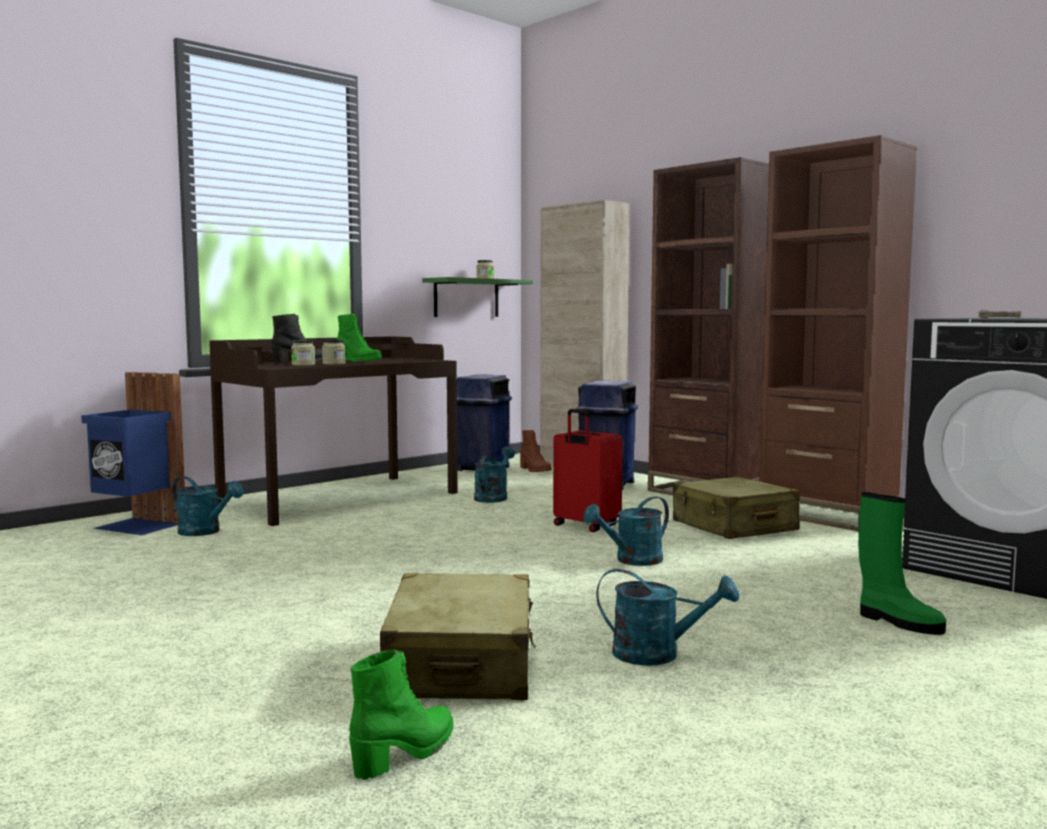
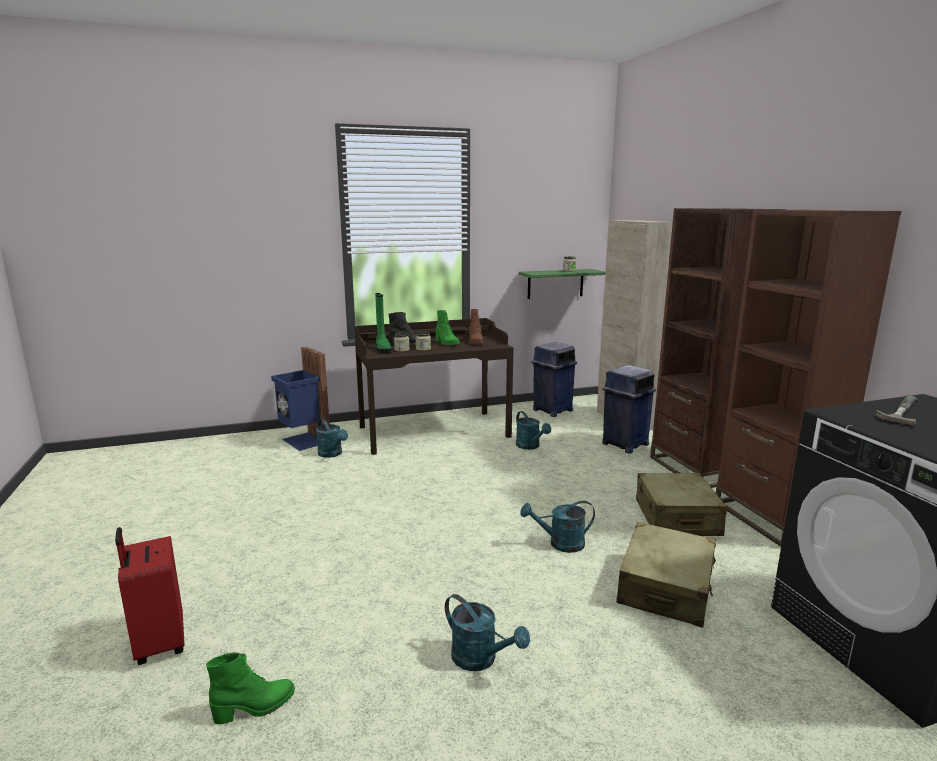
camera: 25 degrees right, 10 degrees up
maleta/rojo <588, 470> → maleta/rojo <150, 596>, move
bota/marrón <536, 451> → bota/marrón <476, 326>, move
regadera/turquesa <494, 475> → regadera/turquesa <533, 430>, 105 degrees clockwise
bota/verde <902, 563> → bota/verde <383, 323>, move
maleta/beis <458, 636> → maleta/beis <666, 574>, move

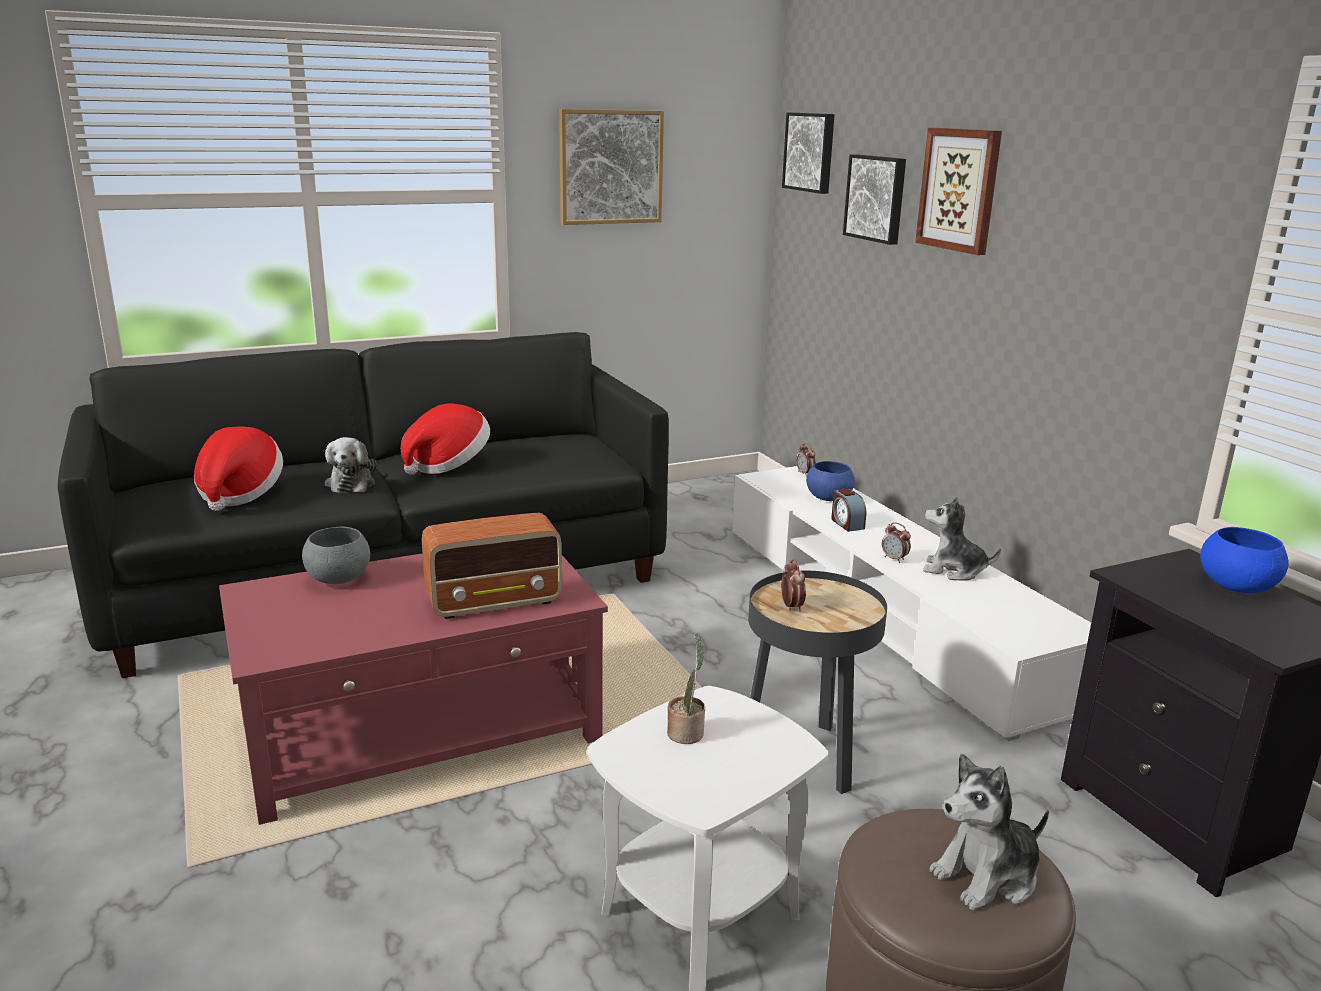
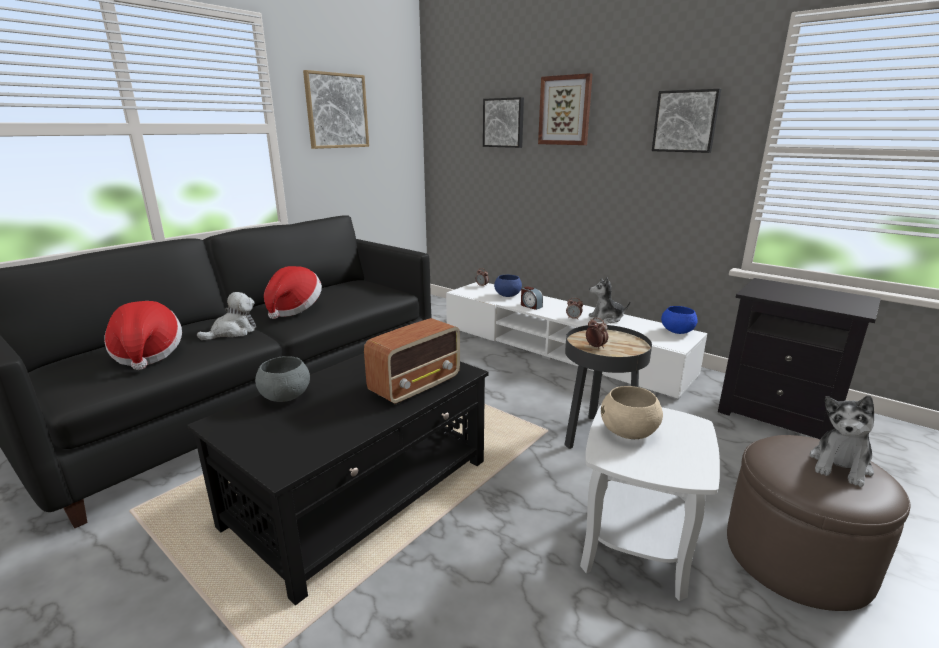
camera: 25 degrees left, 0 degrees up
cuadro <808, 153> → cuadro <686, 121>, move
peluche <351, 465> → peluche <226, 316>, 105 degrees counterclockwise
cuenco/azul <1244, 560> → cuenco/azul <679, 320>, move
mesa de centro/rojo <413, 689> → mesa de centro/negro <338, 479>
planta en maceta <686, 688> → cuenco/beis <632, 412>

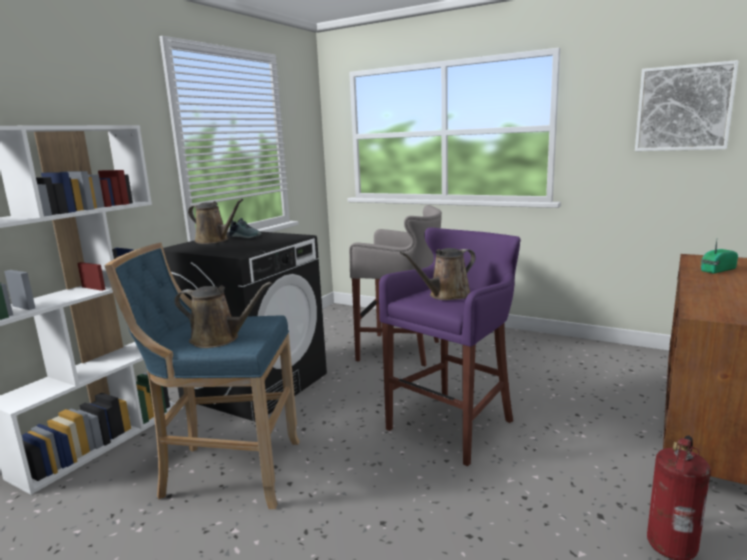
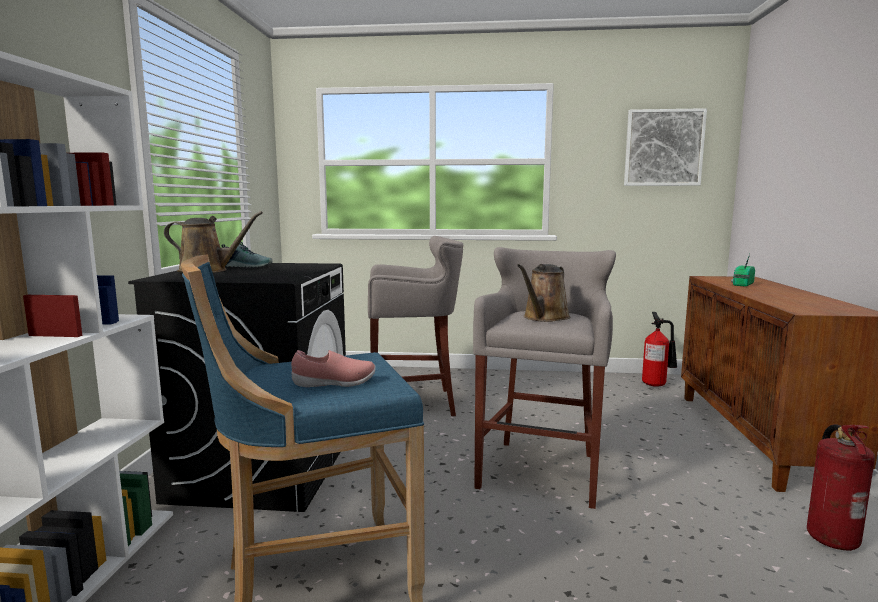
camera: 25 degrees left, 5 degrees down
taburete/morado <450, 347> → taburete/gris <544, 378>
regadera/marrón <223, 315> → zapato/rosa <333, 368>
- → extintor <659, 349>

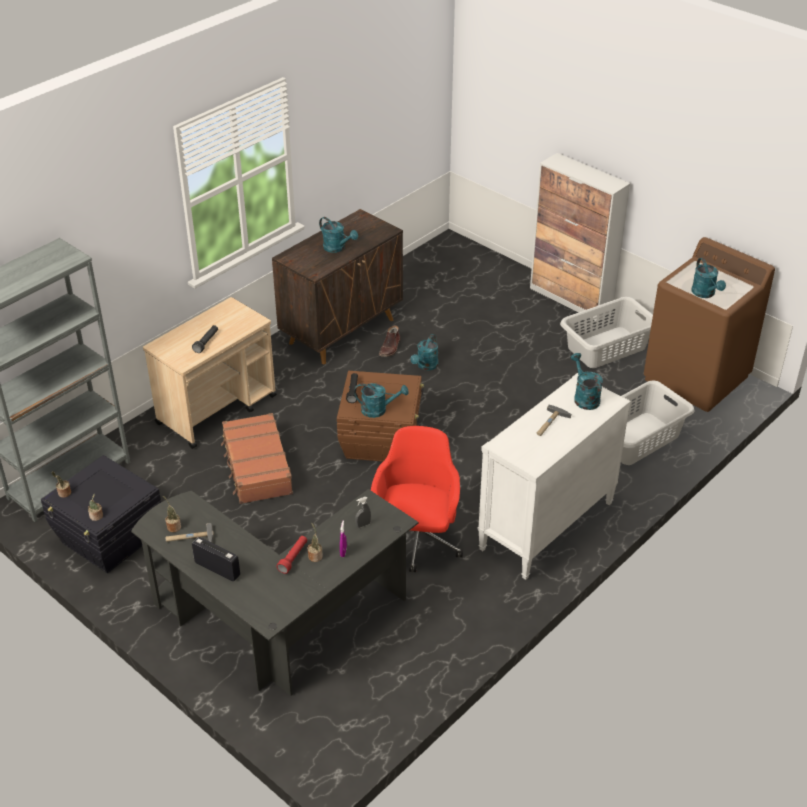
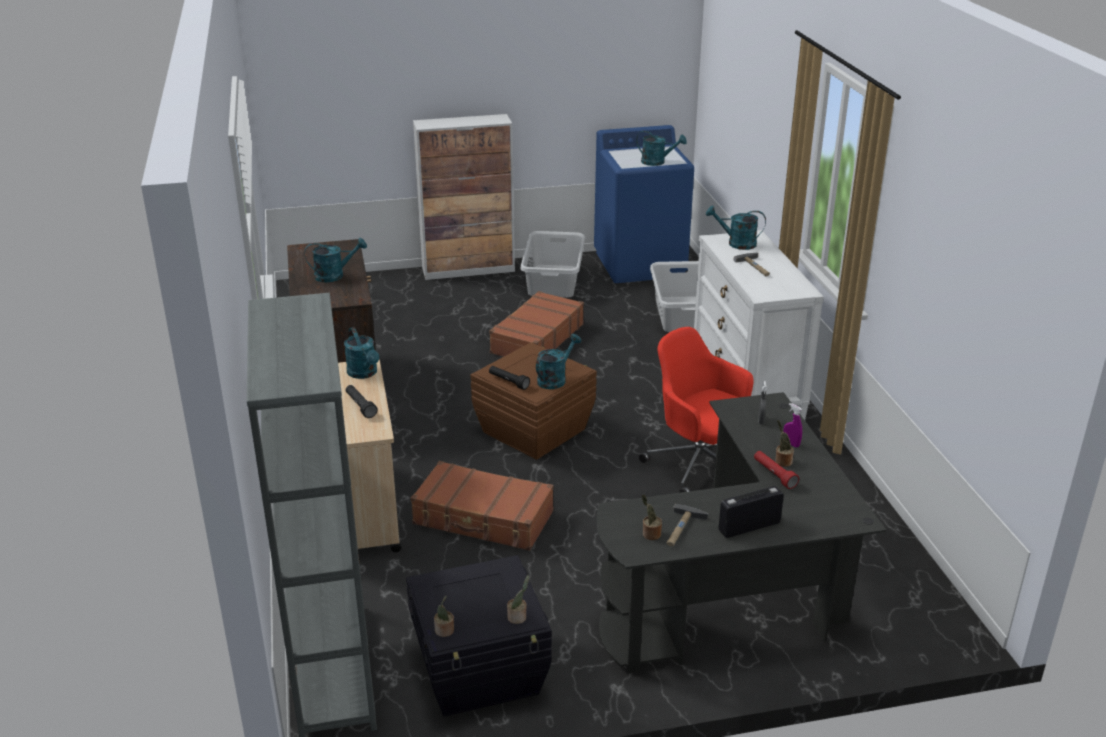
camera: 55 degrees left, 10 degrees down
lavadora/marrón <709, 324> → lavadora/azul <644, 204>
bota/marrón <390, 341> → -
regadera/turquesa <424, 352> → regadera/turquesa <361, 353>, move
- → maleta/marrón <536, 324>

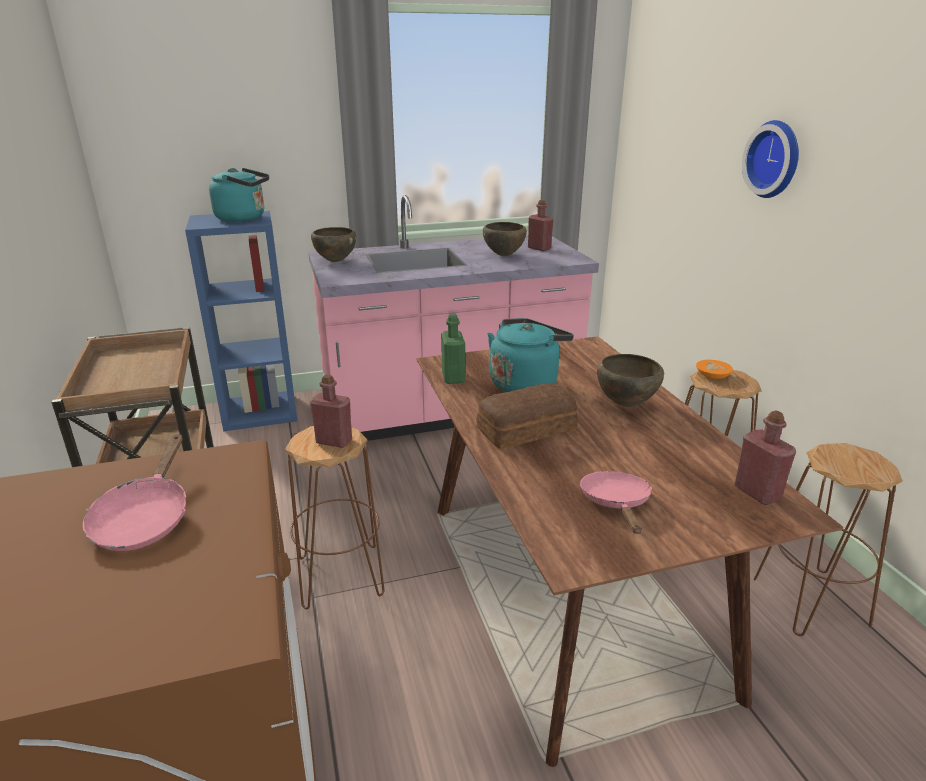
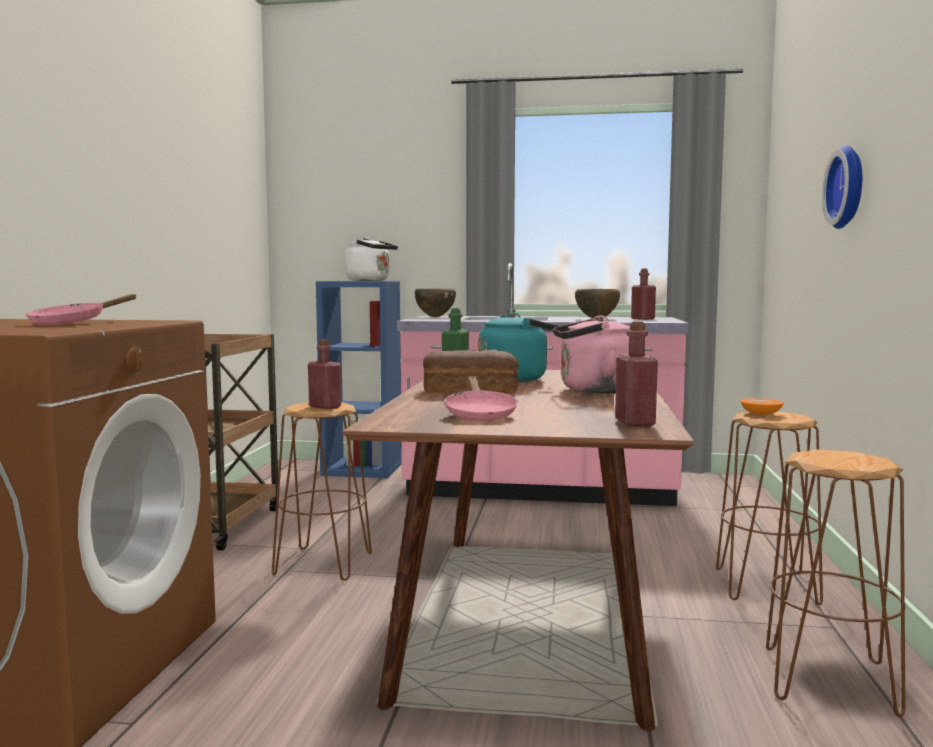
camera: 25 degrees right, 20 degrees down
hervidor/turquesa <239, 195> → hervidor/blanco <371, 259>
cuenco/marrón <630, 380> → hervidor/rosa <591, 354>
sartén/rosa <615, 502> → sartén/rosa <481, 398>, 150 degrees clockwise

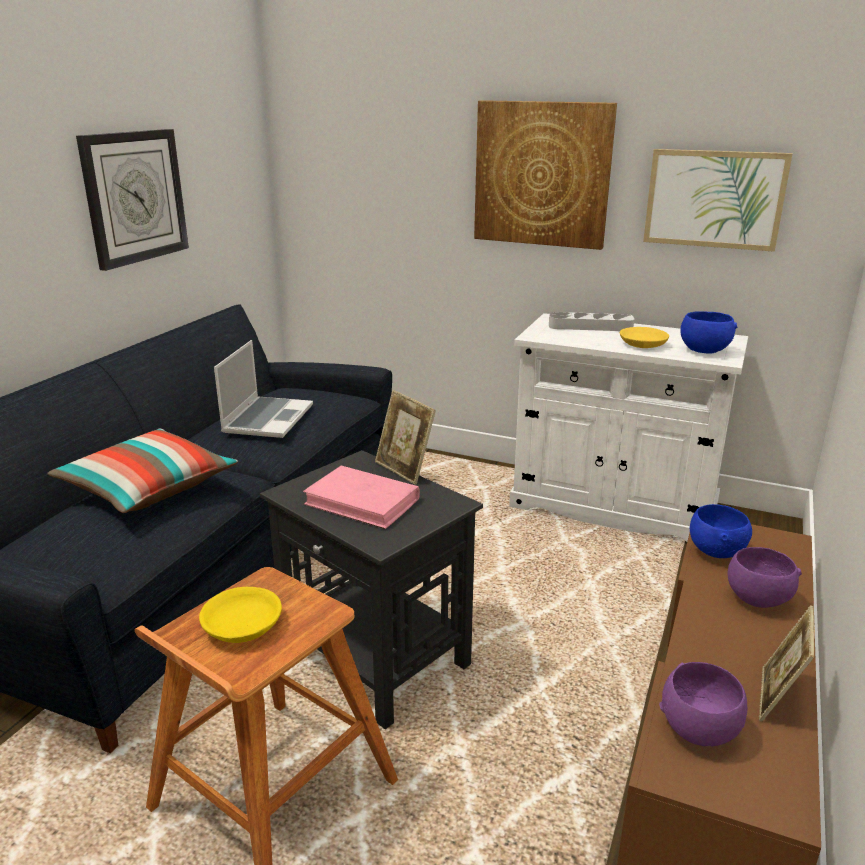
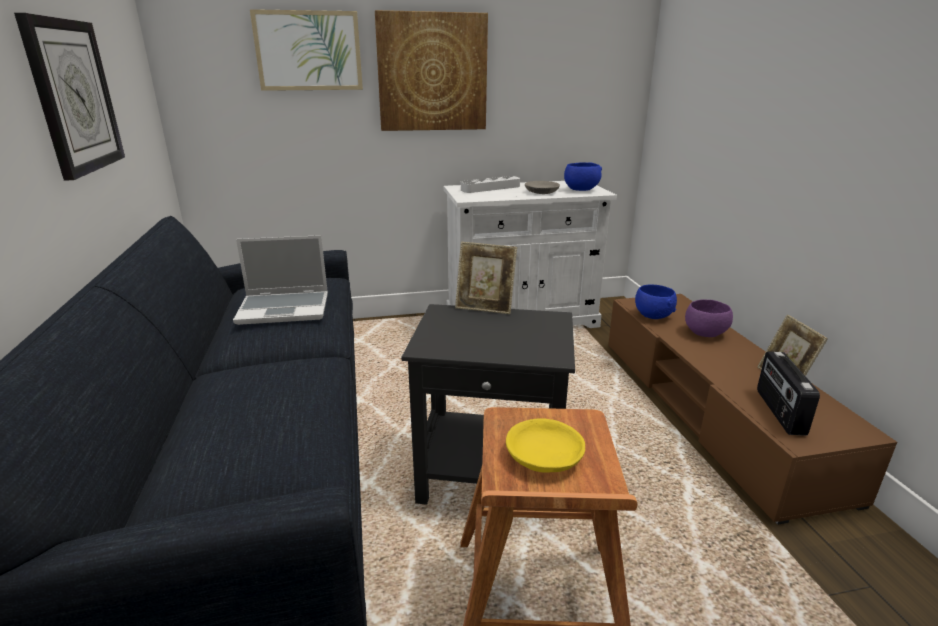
camera: 35 degrees left, 0 degrees up
cuadro <718, 200> → cuadro <306, 50>, move
cuenco/amarillo <644, 337> → cuenco/gris <542, 187>
portátil <263, 389> → portátil <280, 280>, 105 degrees clockwise
cojín <142, 471> → -
libro/rosa <361, 497> → -
cuenco/morado <703, 704> → radio <788, 393>

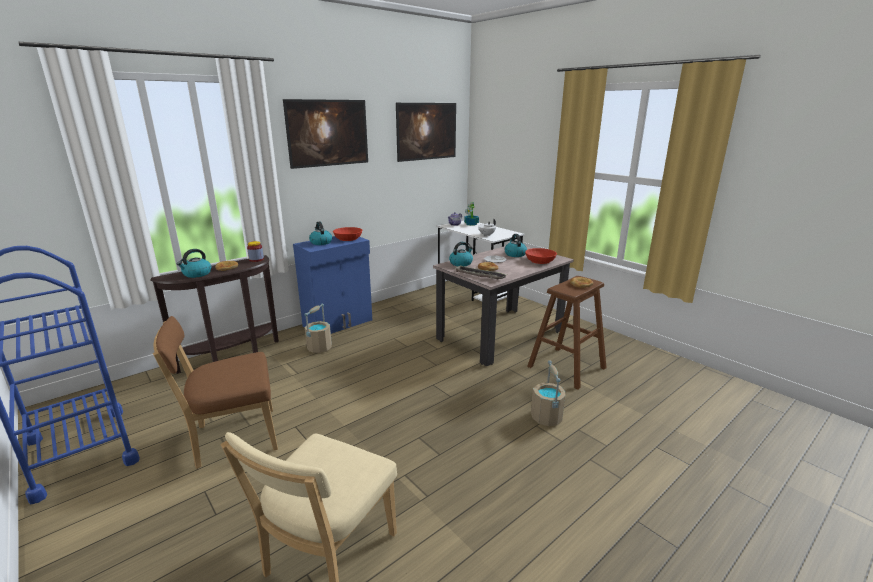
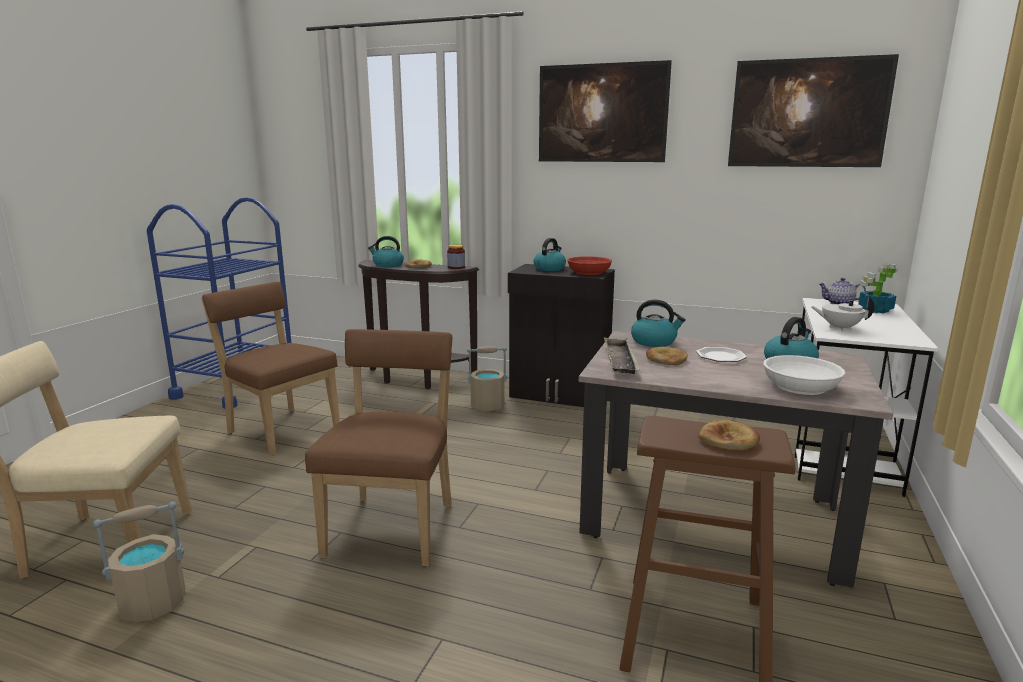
camera: 60 degrees right, 5 degrees down
armario/azul <332, 285> → armario/negro <561, 335>
cuenco/rojo <541, 256> → cuenco/blanco <804, 375>
cubo/beis <548, 393> → cubo/beis <139, 562>, move
- → silla/marrón <378, 447>

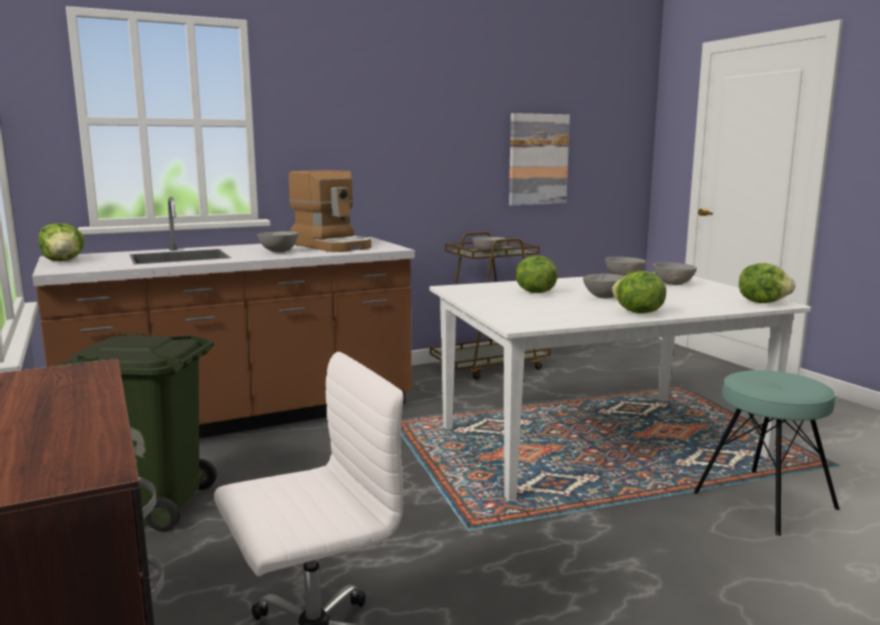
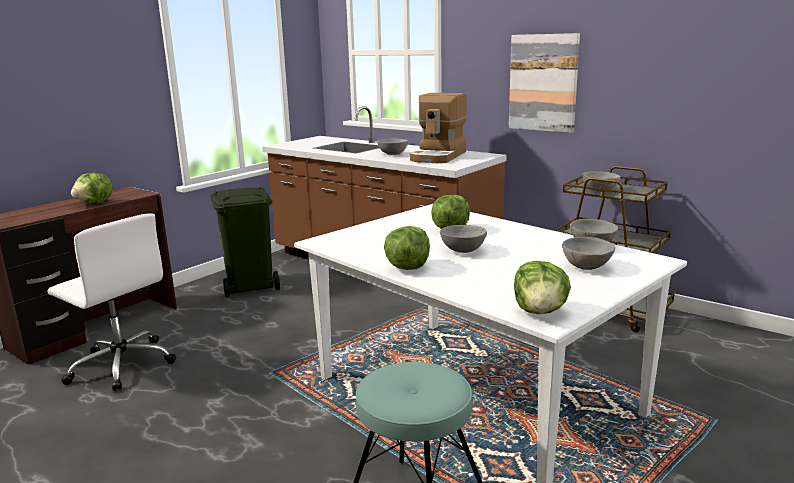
camera: 65 degrees right, 5 degrees up
cuadro <539, 159> → cuadro <544, 83>, move
lechuga <61, 242> → lechuga <92, 188>, move

